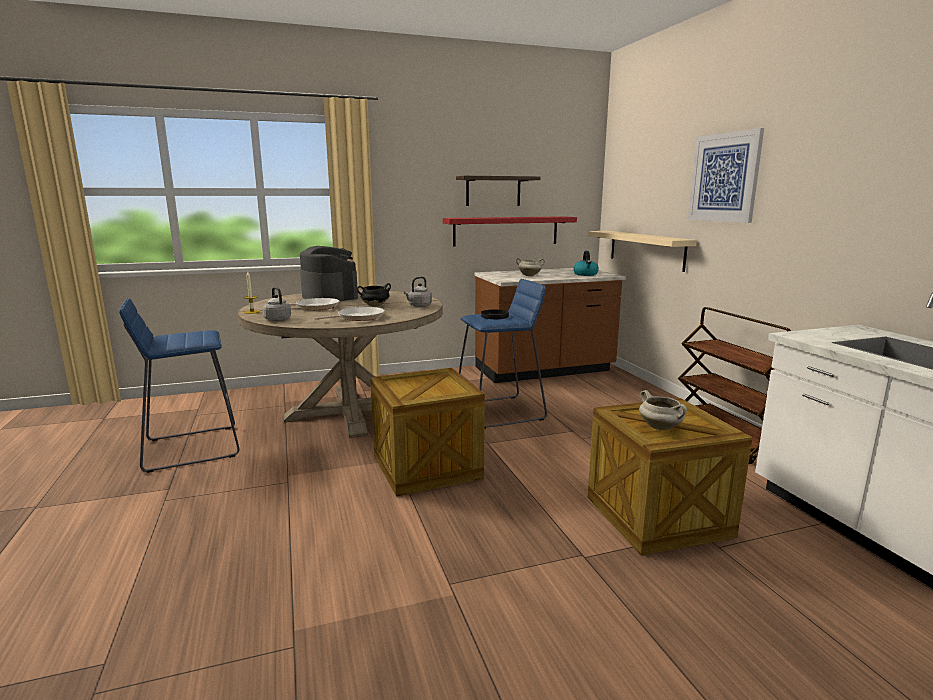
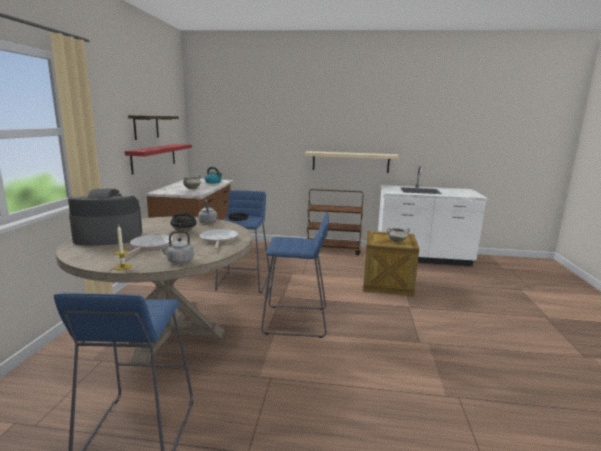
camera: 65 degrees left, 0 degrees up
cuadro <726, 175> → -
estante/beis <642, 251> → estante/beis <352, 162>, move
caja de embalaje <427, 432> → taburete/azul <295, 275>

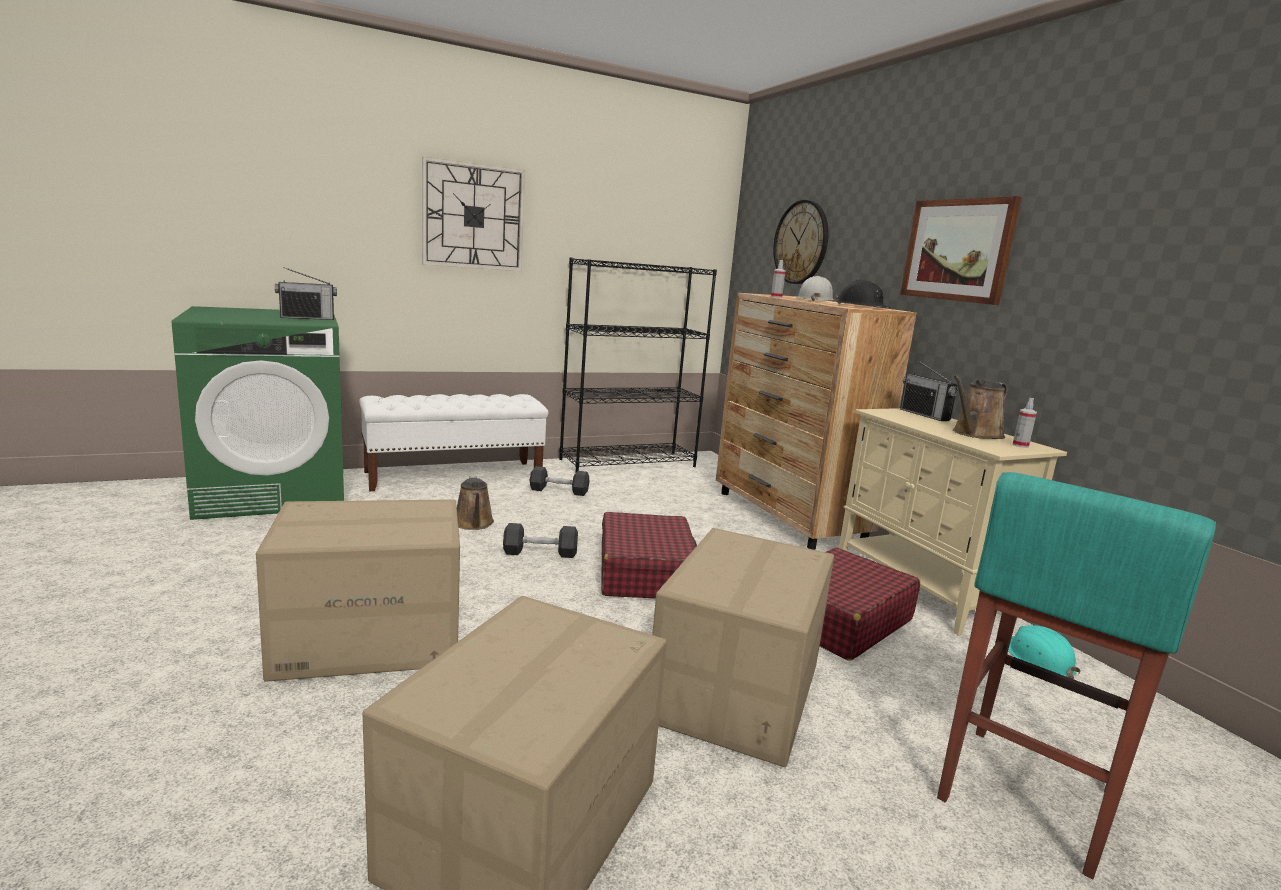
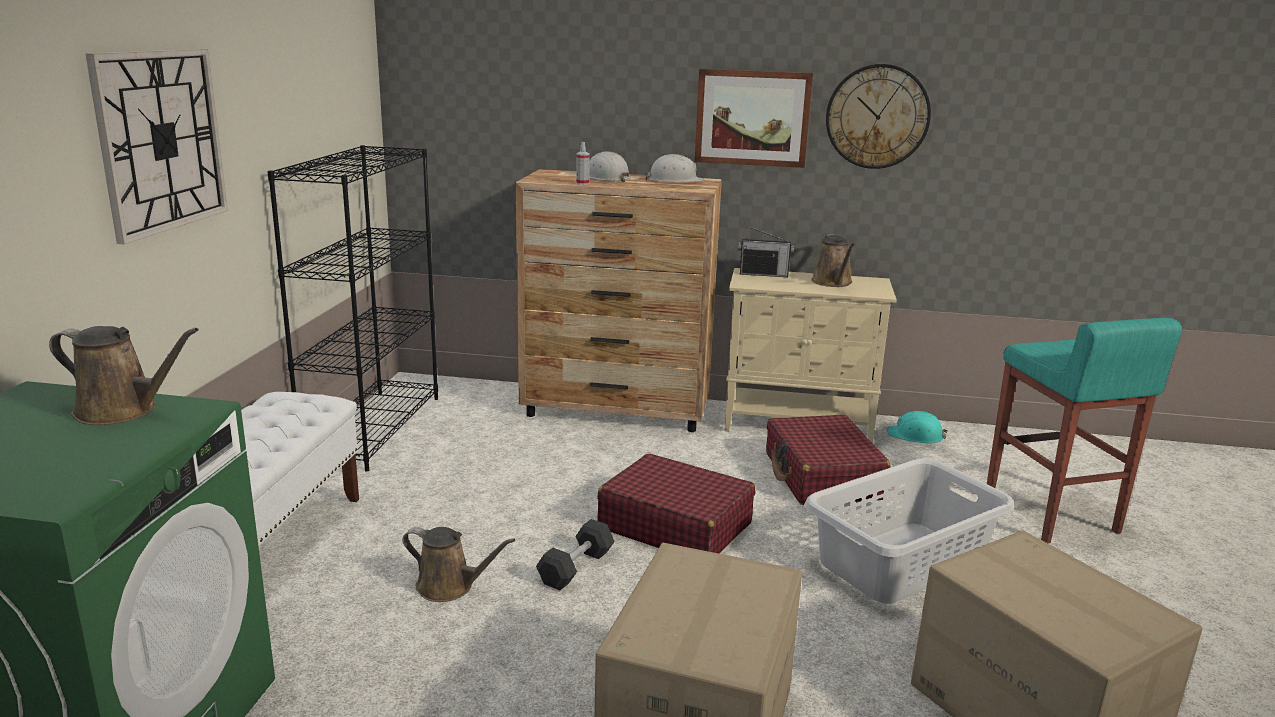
camera: 55 degrees left, 5 degrees up
reloj de pared <801, 242> → reloj de pared <878, 116>, move
radio <306, 293> → regadera/marrón <124, 375>
casco/negro <863, 294> → casco/blanco <675, 168>
pulverizador <1024, 423> → -
mancuerna/gris <559, 481> → -
caja de cartón <743, 647> → cesto de la ropa/gris <909, 531>

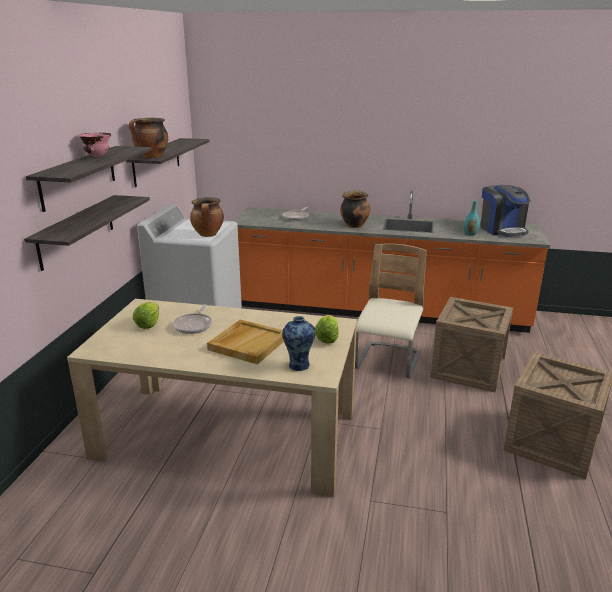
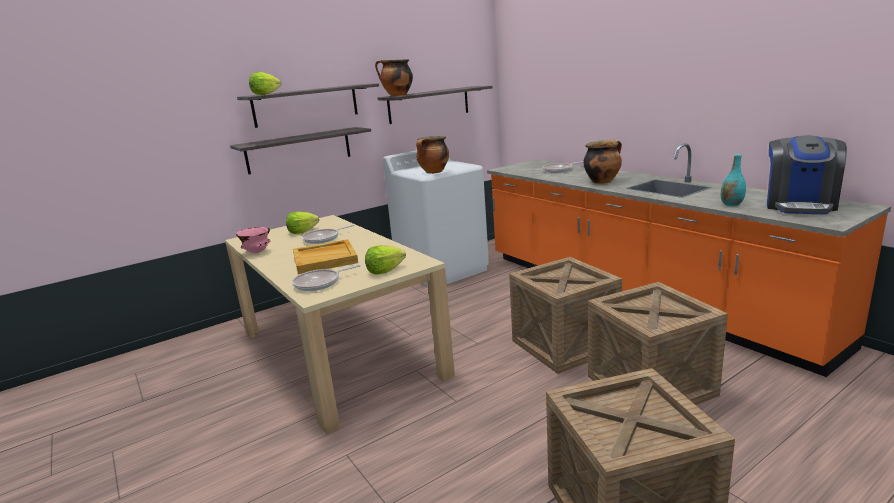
camera: 45 degrees right, 5 degrees down
cuenco/rosa <94, 145> → cuenco/rosa <253, 240>, move
silla/beis <391, 311> → caja de embalaje <565, 315>
florero <299, 343> → sartén <326, 278>
- → lechuga <265, 83>

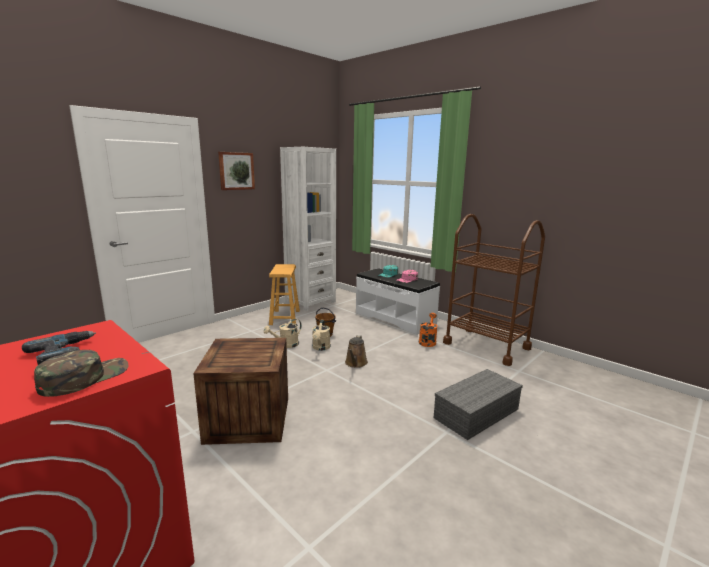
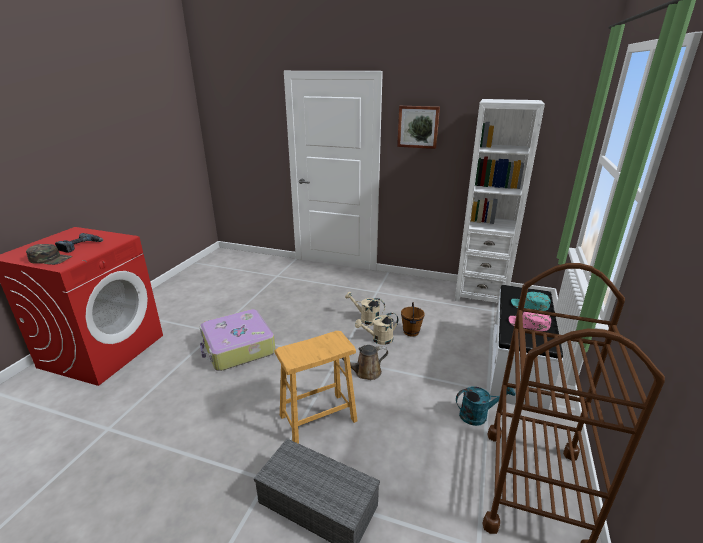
camera: 65 degrees right, 10 degrees up
taburete/marrón <284, 294> → taburete/marrón <316, 387>, move
regadera/naranja <428, 330> → regadera/turquesa <486, 406>
caja de embalaje <240, 391> → maleta <237, 340>

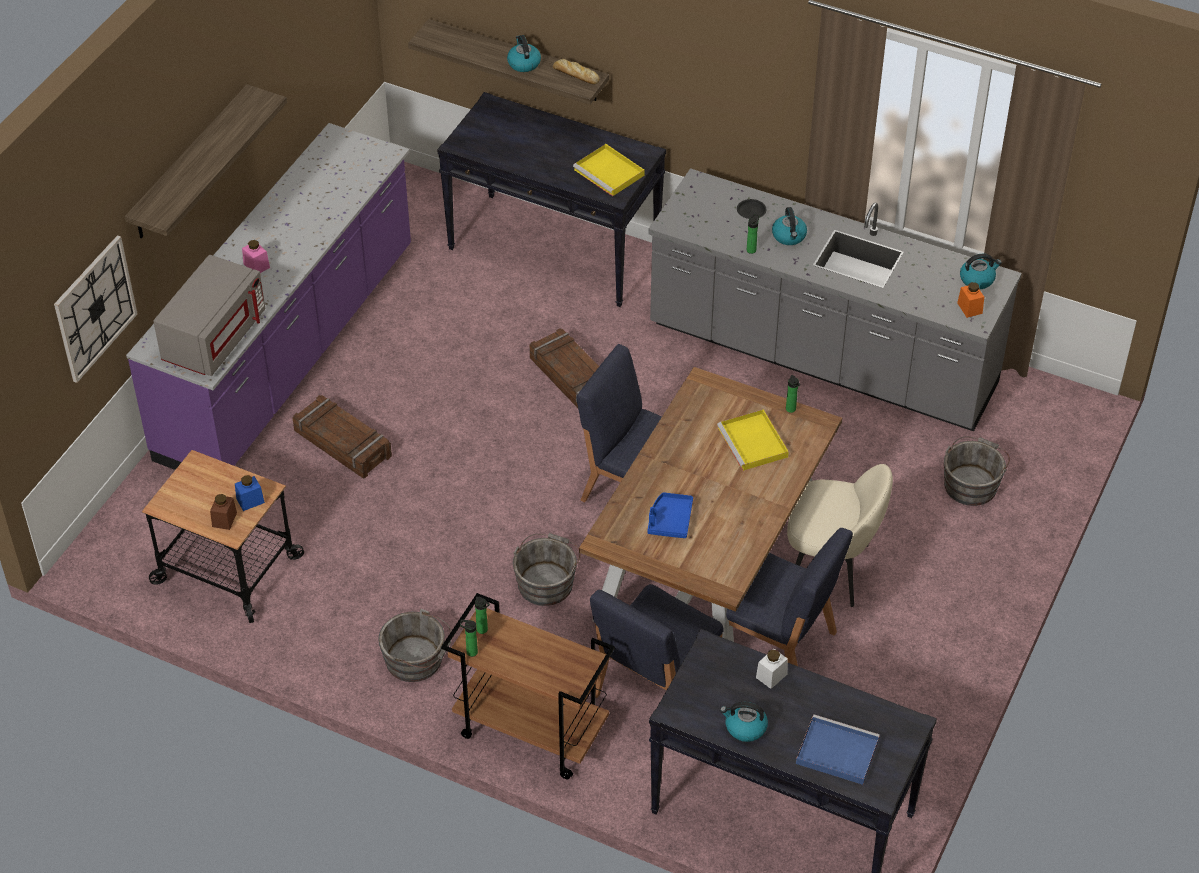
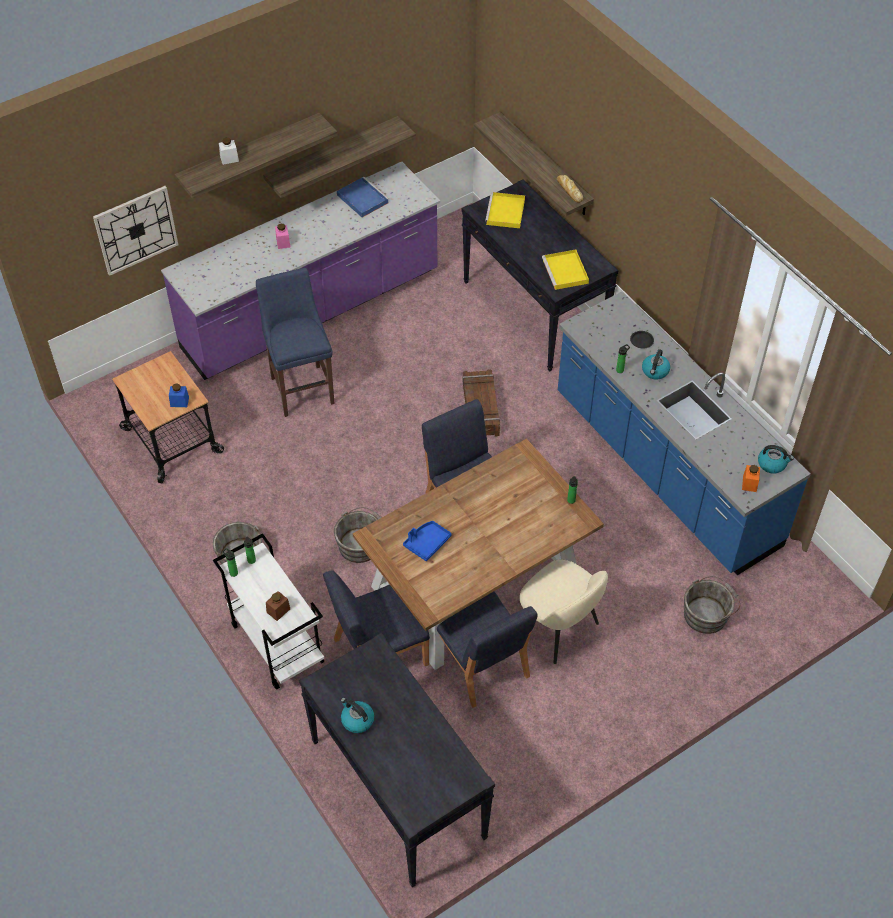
camera: 30 degrees right, 5 degrees up
hervidor <524, 53> → -
mueble bajo de cocina/gris <835, 299> → mueble bajo de cocina/azul <684, 433>
microondas/gris <209, 315> → -
caja de embalaje <342, 437> → taburete/azul <295, 342>
bandeja/amarillo <753, 440> → bandeja/amarillo <505, 210>, move
tarro/marrón <223, 512> → tarro/marrón <278, 606>, move
carrito/marrón <528, 686> → carrito/blanco <268, 611>
tarro/blanco <772, 669> → tarro/blanco <229, 151>, move
bandeja/azul <838, 749> → bandeja/azul <363, 197>, move
- → estante <339, 157>

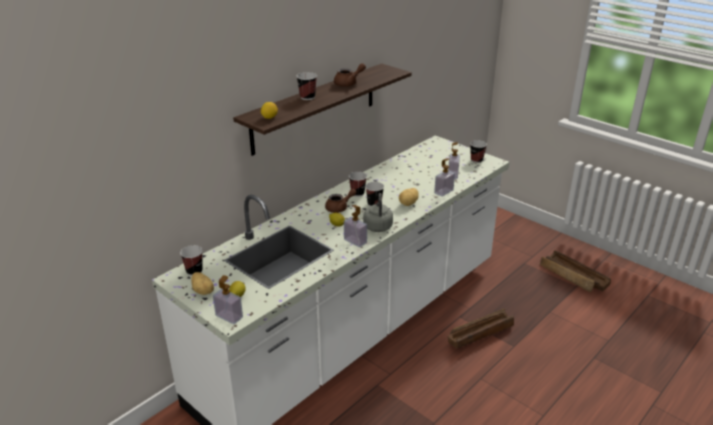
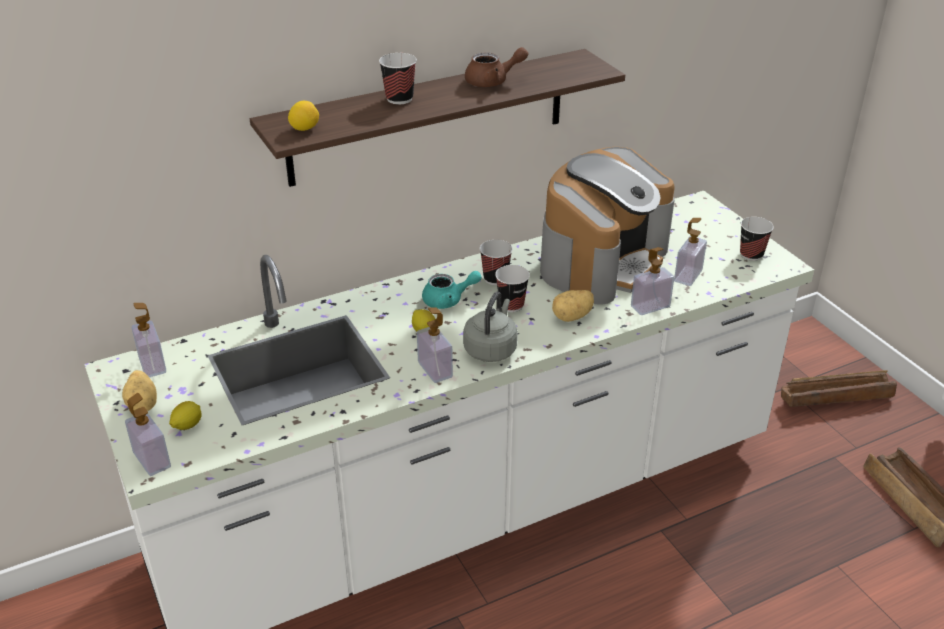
camera: 20 degrees right, 5 degrees up
tetera/marrón <341, 201> → tetera/turquesa <452, 290>
taza <191, 260> → dispensador de jabón <149, 340>
caja de embalaje <481, 329> → caja de embalaje <839, 388>, move
- → cafetera <607, 226>

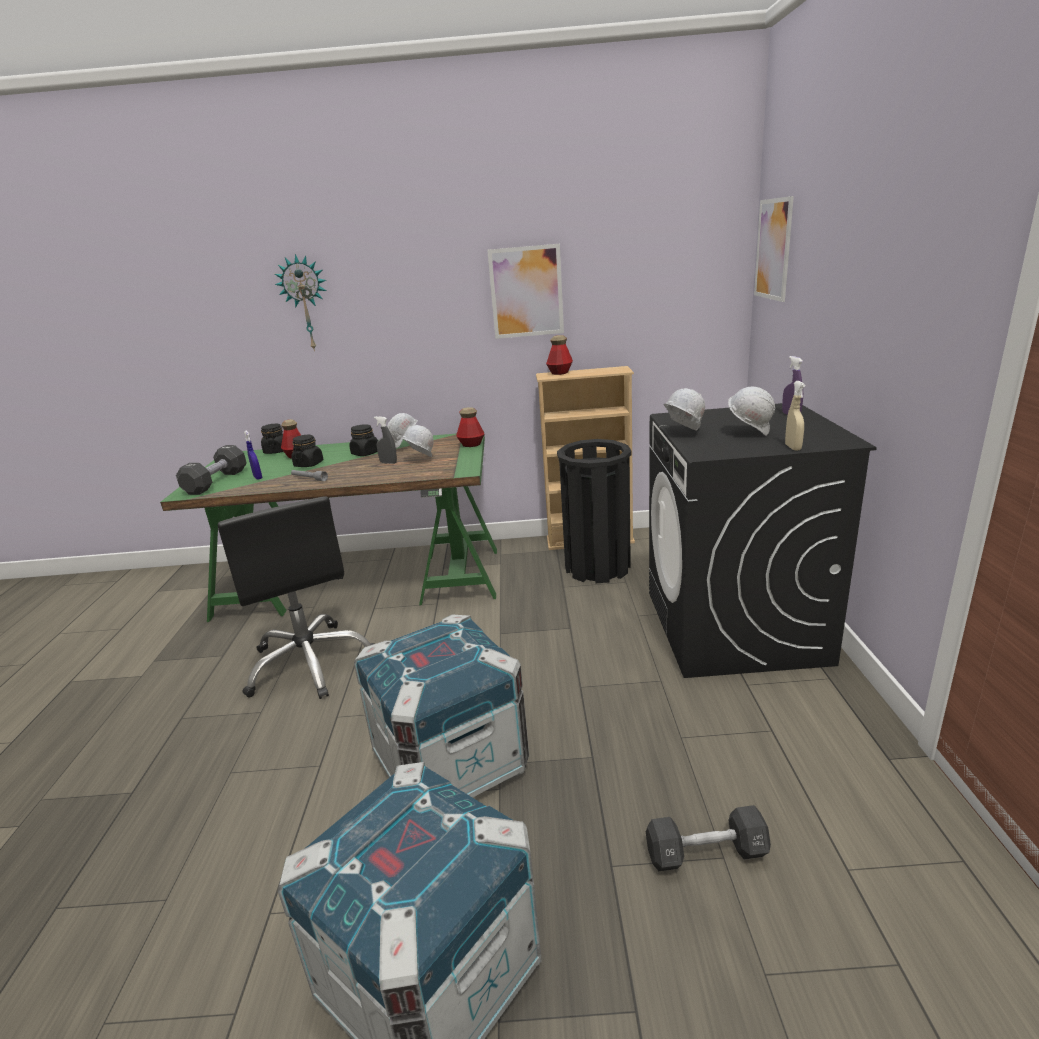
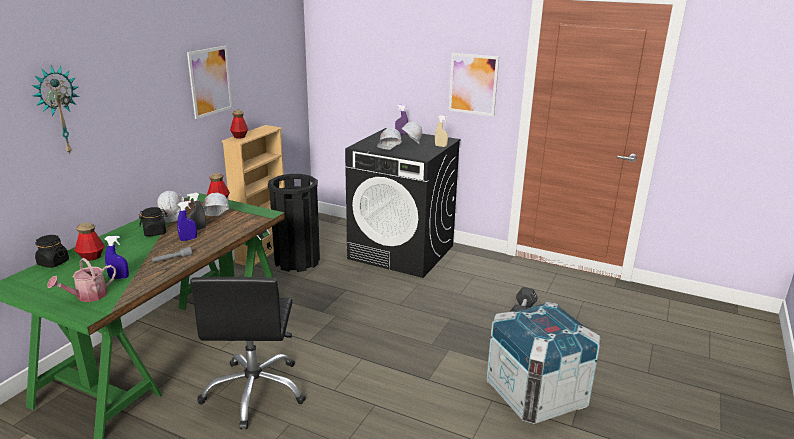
camera: 65 degrees left, 0 degrees up
cuadro <774, 249> → cuadro <474, 84>, move
tarro/negro <307, 451> → -
mancuerna/negro <211, 470> → regadera <81, 280>
silla de oficina/negro <296, 597> → silla de oficina/negro <248, 353>, 90 degrees clockwise
caja de embalaje <441, 706> → -
- → pulverizador/azul <187, 221>

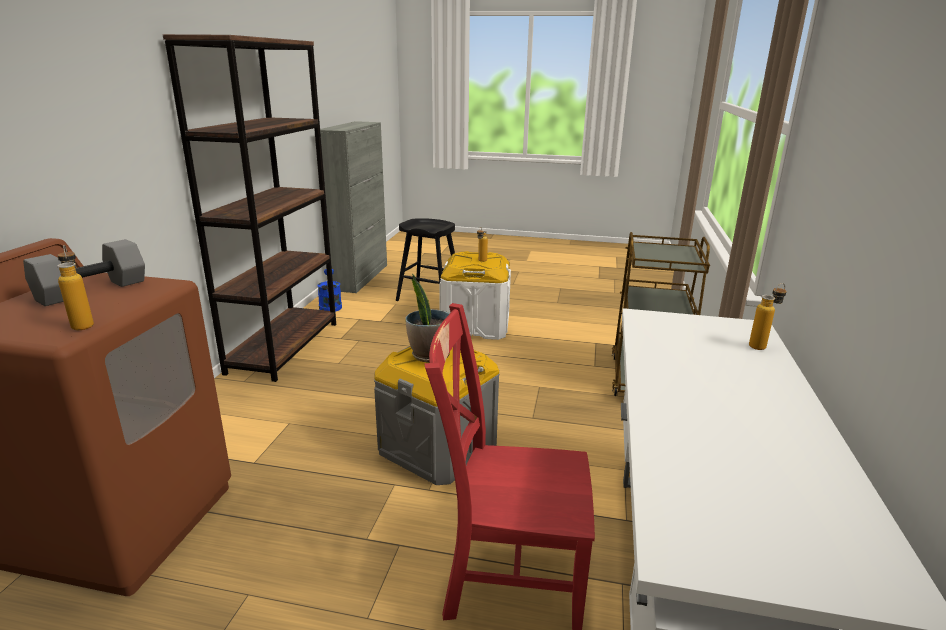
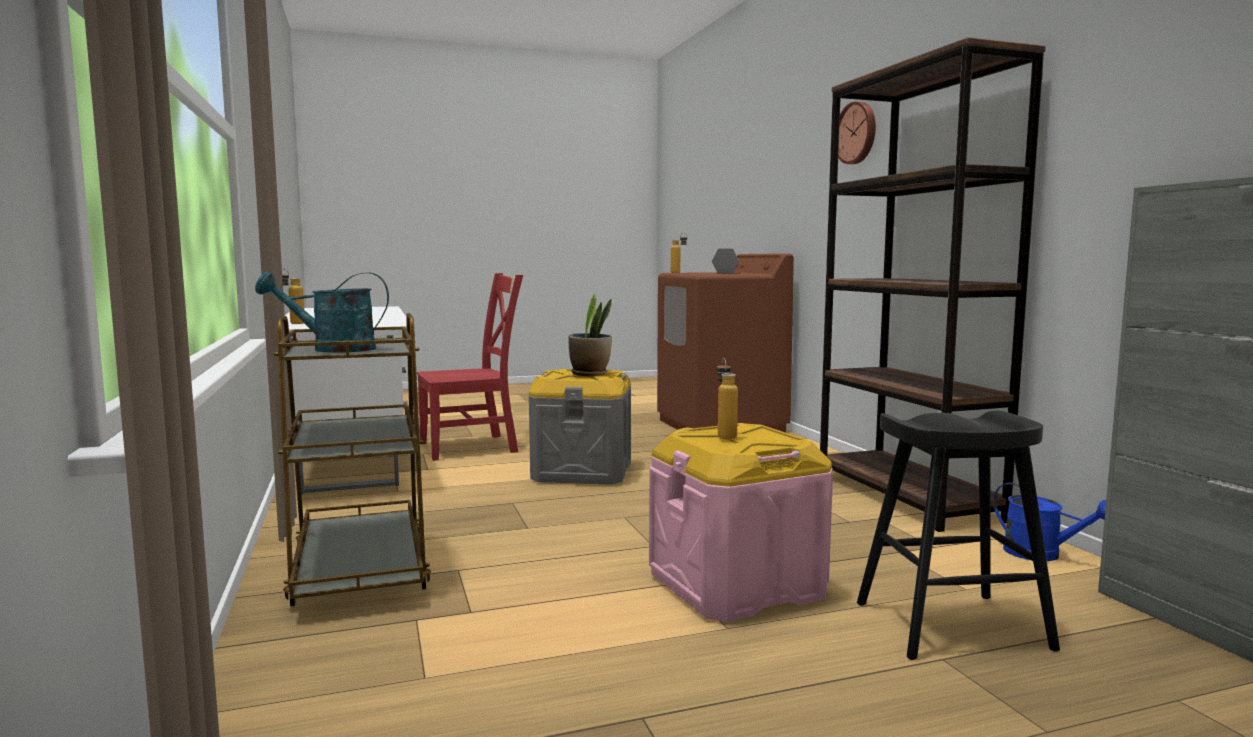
camera: 150 degrees right, 15 degrees down
caja de almacenaje/blanco <475, 295> → caja de almacenaje/rosa <741, 522>
- → reloj de pared <857, 133>
- → regadera/turquesa <322, 312>

